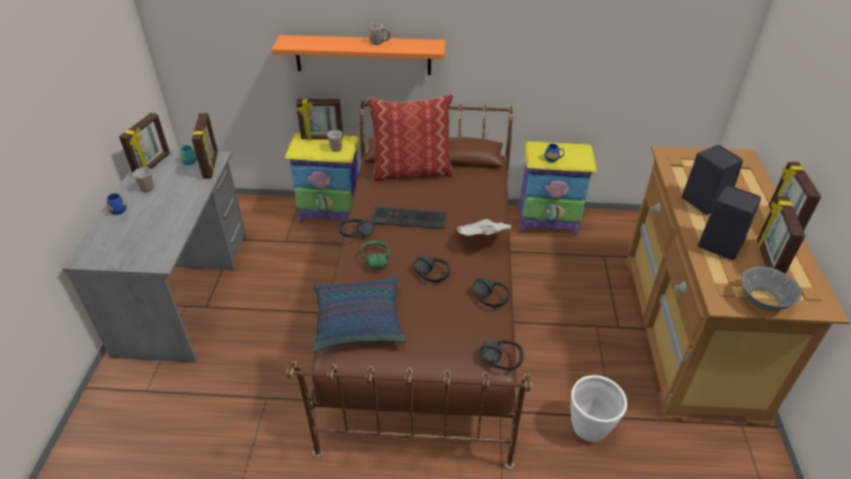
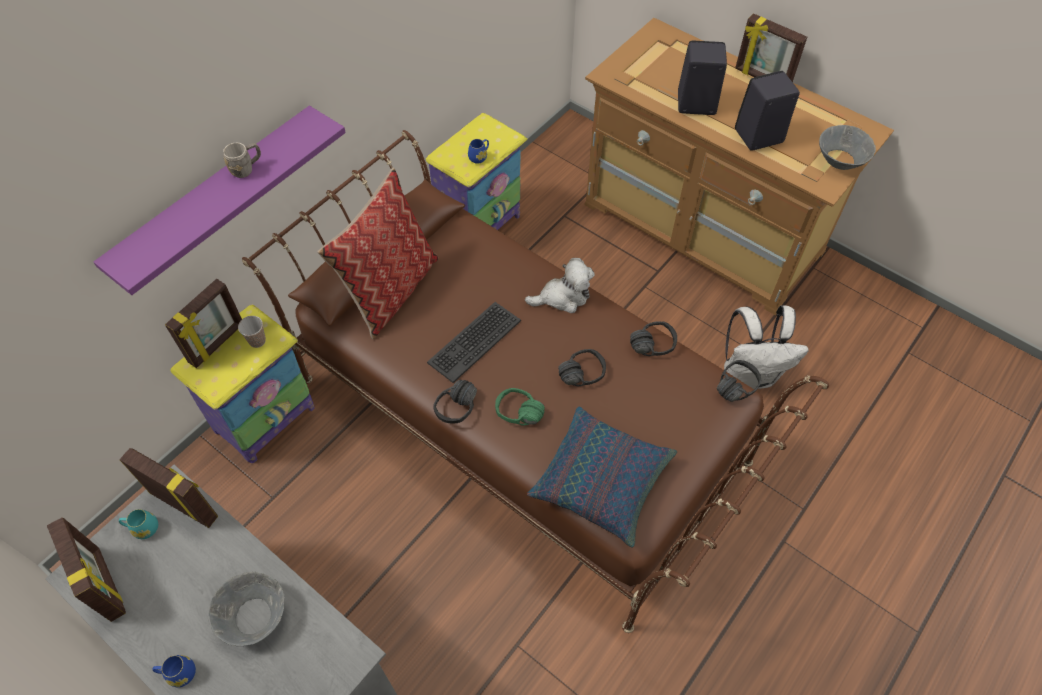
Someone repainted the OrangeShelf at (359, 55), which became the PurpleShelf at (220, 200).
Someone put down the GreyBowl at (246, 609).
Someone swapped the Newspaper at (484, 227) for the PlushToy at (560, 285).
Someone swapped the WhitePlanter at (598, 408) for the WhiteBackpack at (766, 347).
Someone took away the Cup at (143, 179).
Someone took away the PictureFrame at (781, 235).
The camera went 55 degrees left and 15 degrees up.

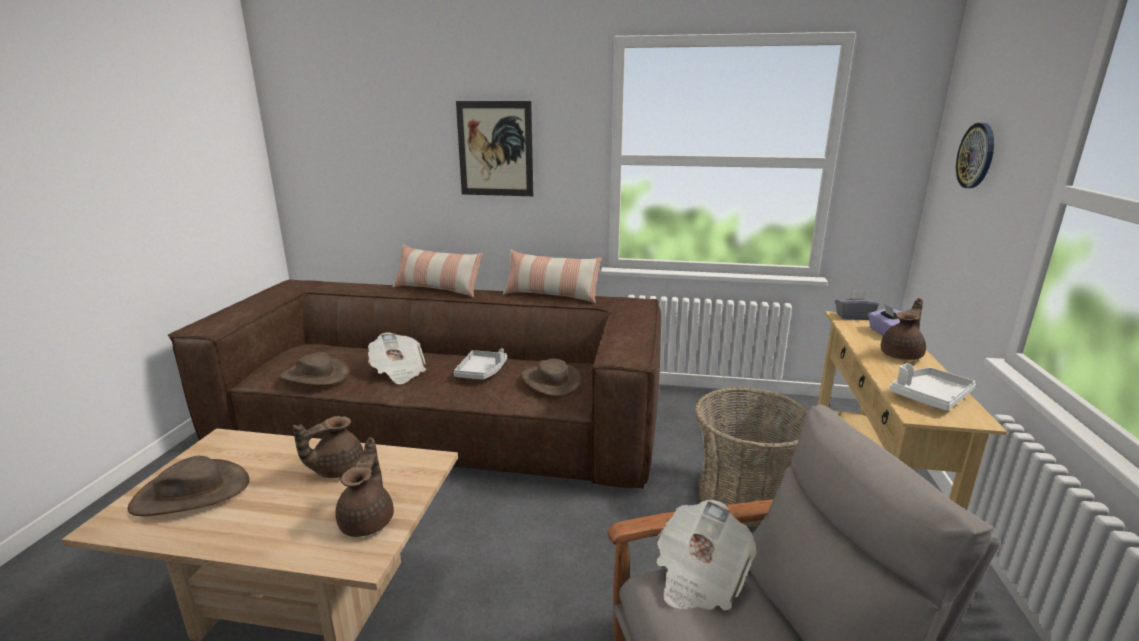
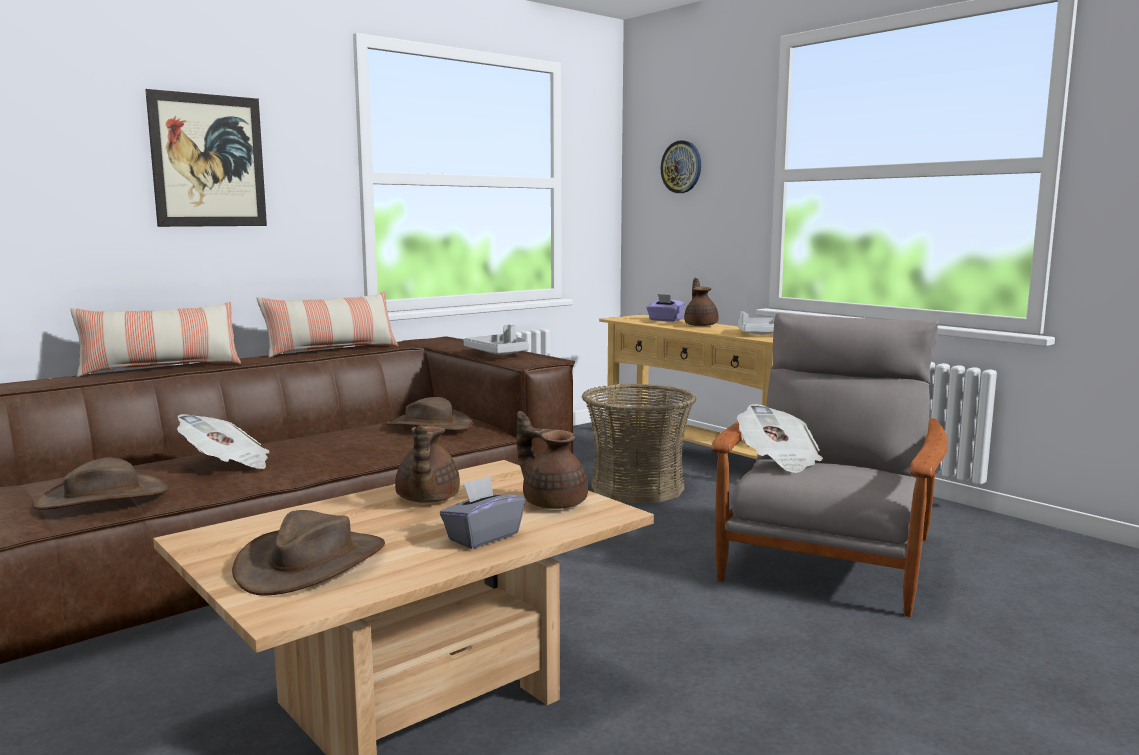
Someone carried the GreyTissueBox from (857, 305) to (482, 512).
Someone carried the GreyTray from (480, 364) to (496, 339).
The camera went 50 degrees left and 10 degrees down.

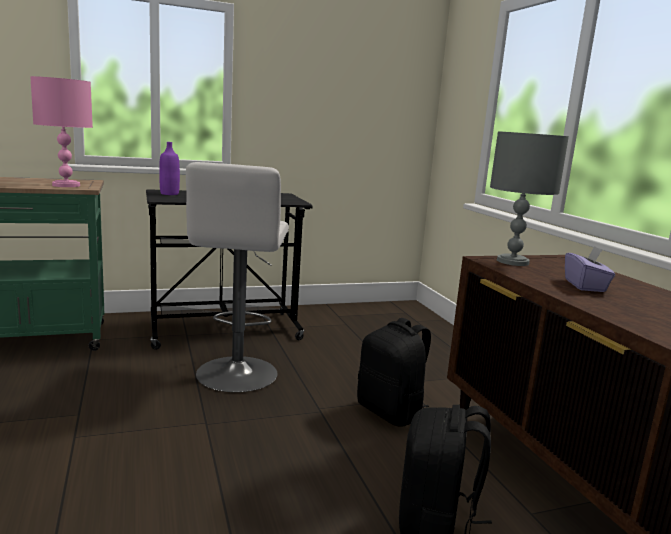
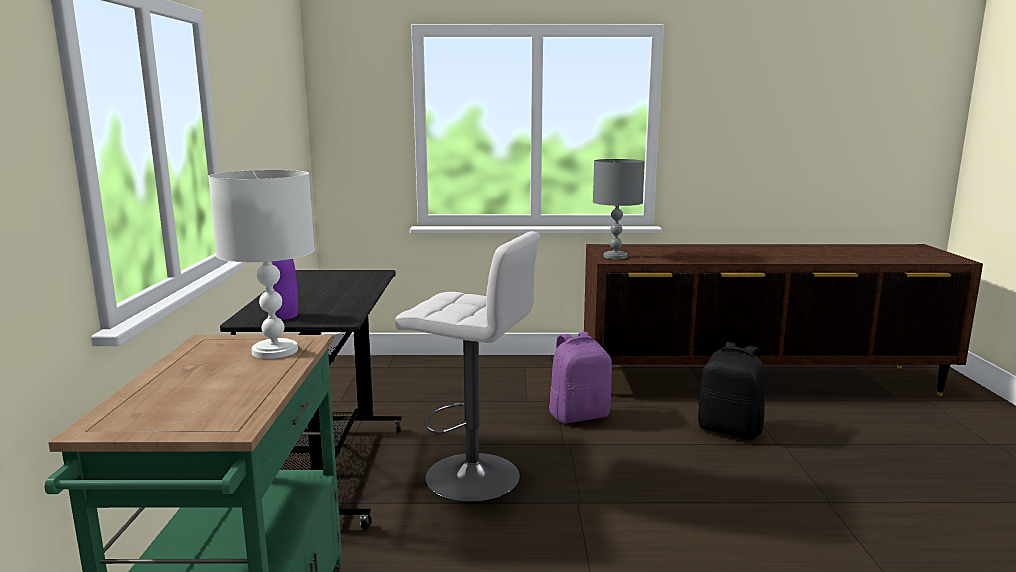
Someone repainted the PinkTableLamp at (61, 131), which became the WhiteTableLamp at (261, 264).
Someone repainted the BlackBackpack at (394, 372), which became the PurpleBackpack at (580, 377).
Someone took away the PurpleTissueBox at (590, 269).
The camera went 70 degrees left and 0 degrees up.

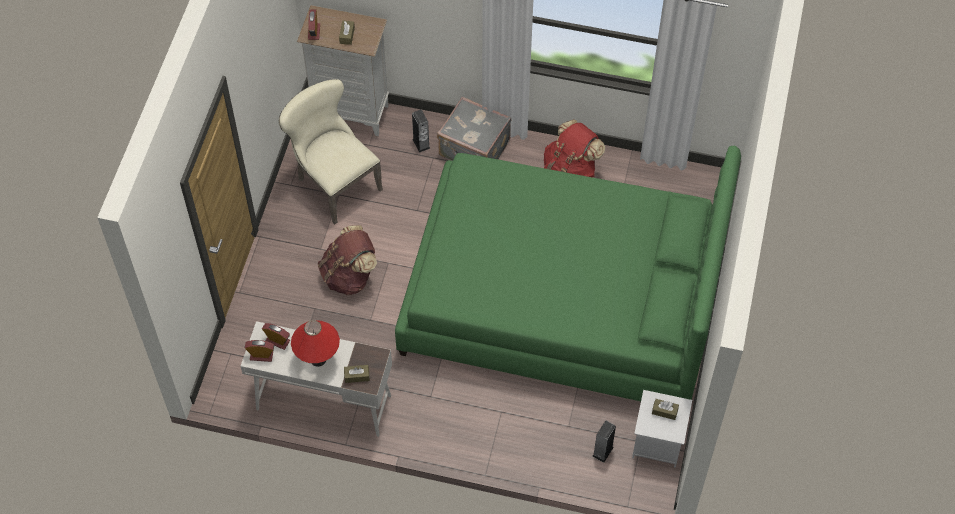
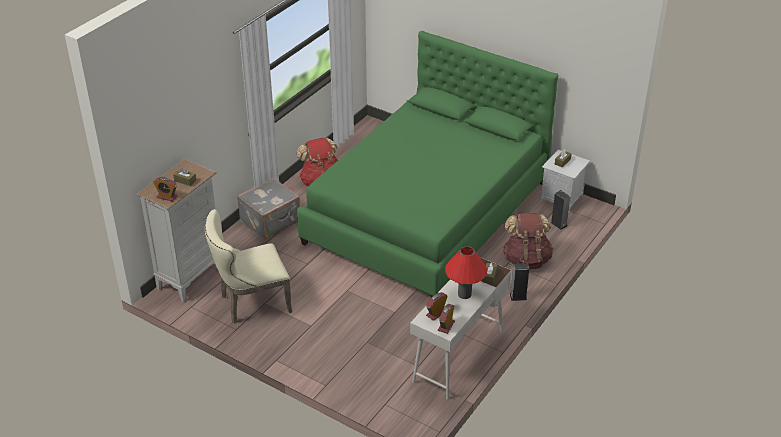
Someone carried the BrownBackpack from (347, 260) to (528, 241).
Someone carried the Speaker from (421, 131) to (519, 282).
The camera went 70 degrees left and 20 degrees down.

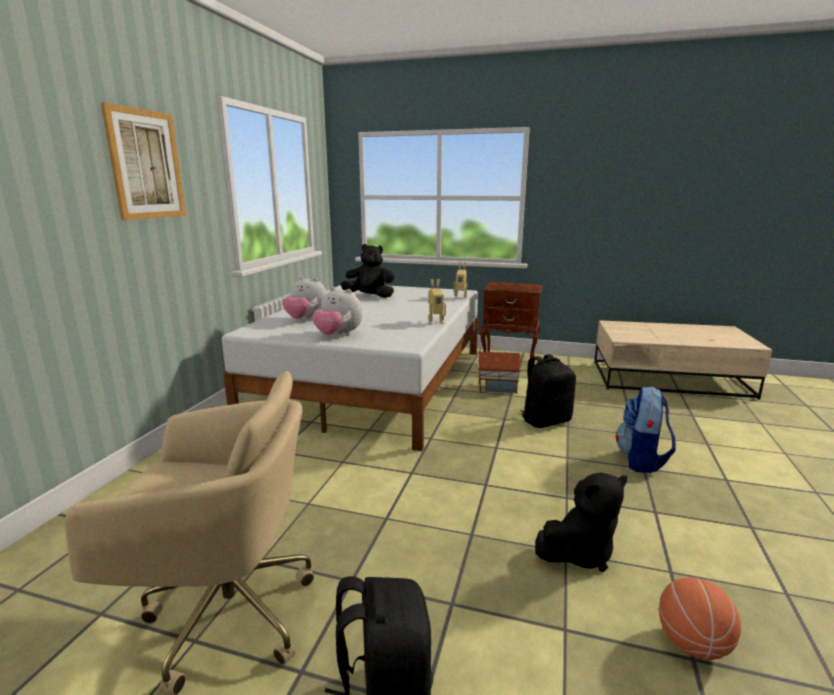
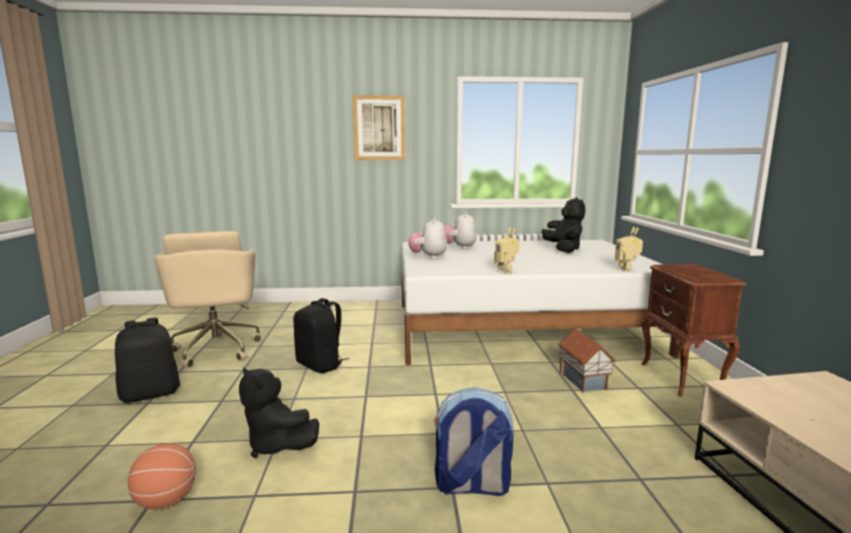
Someone carried the BlackBackpack from (548, 391) to (321, 335).
The camera went 70 degrees right and 5 degrees down.

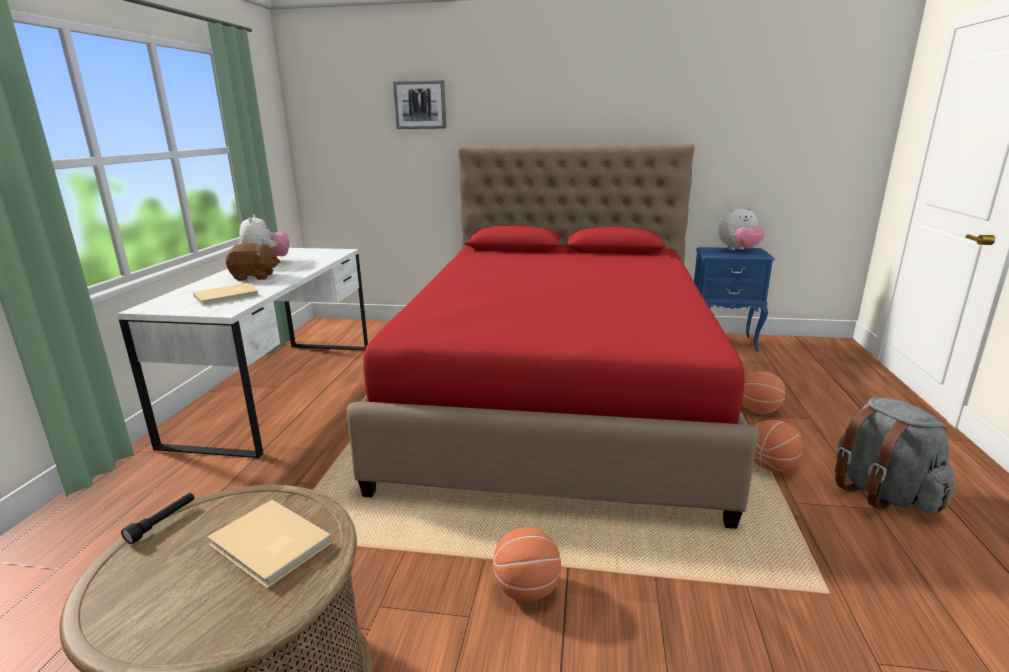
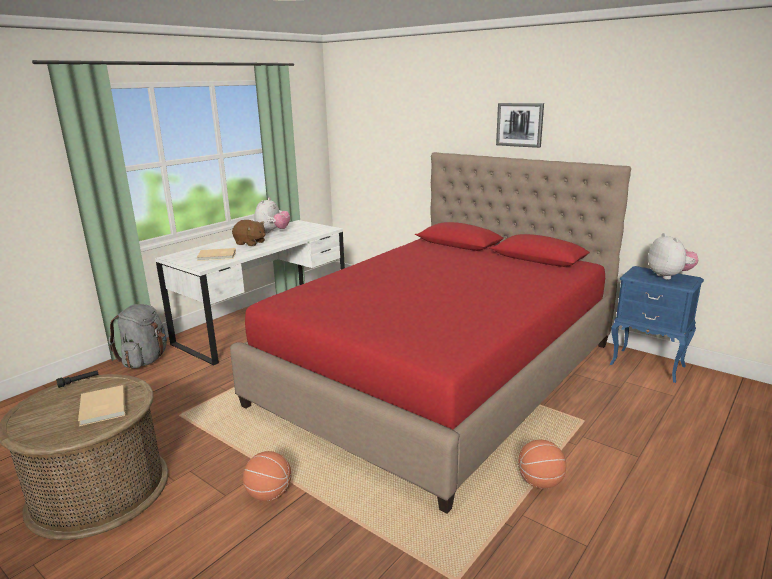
Someone carried the GreyBackpack from (895, 455) to (138, 336).
Someone carried the Picture from (419, 104) to (520, 125).
Someone rotated the PlushToy at (741, 228) by 120 degrees counterclockwise.
Someone took away the Basketball at (763, 392).
The camera went 30 degrees right and 0 degrees up.

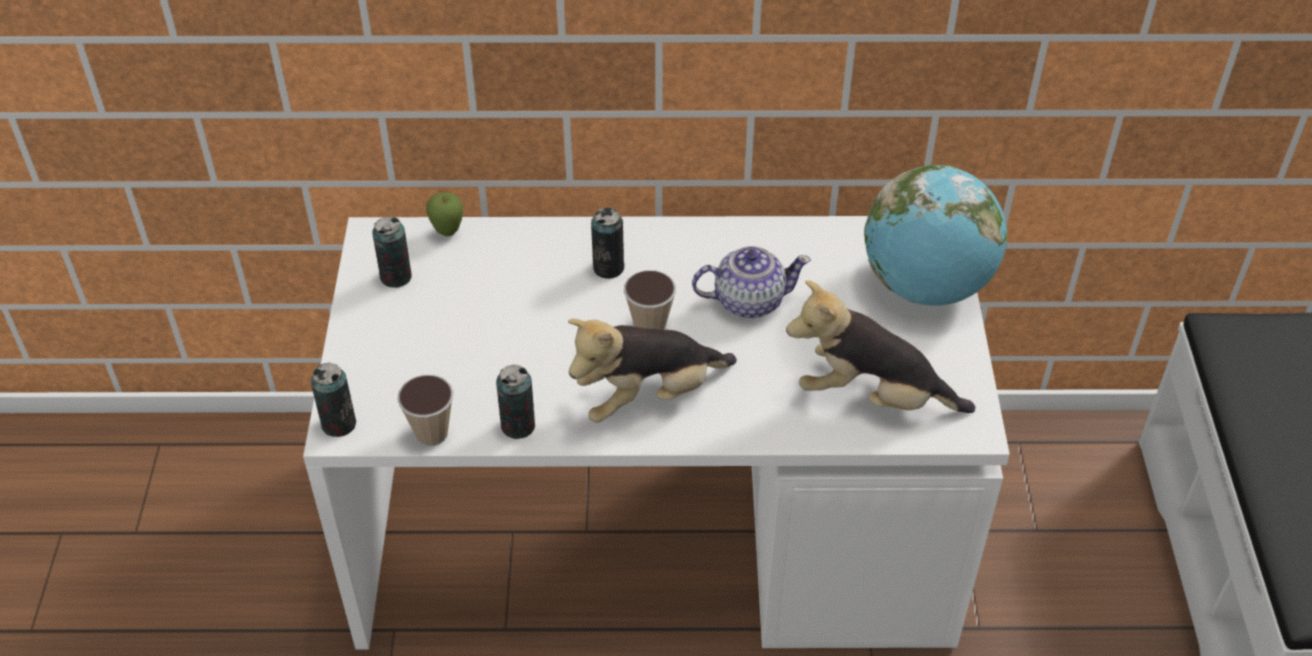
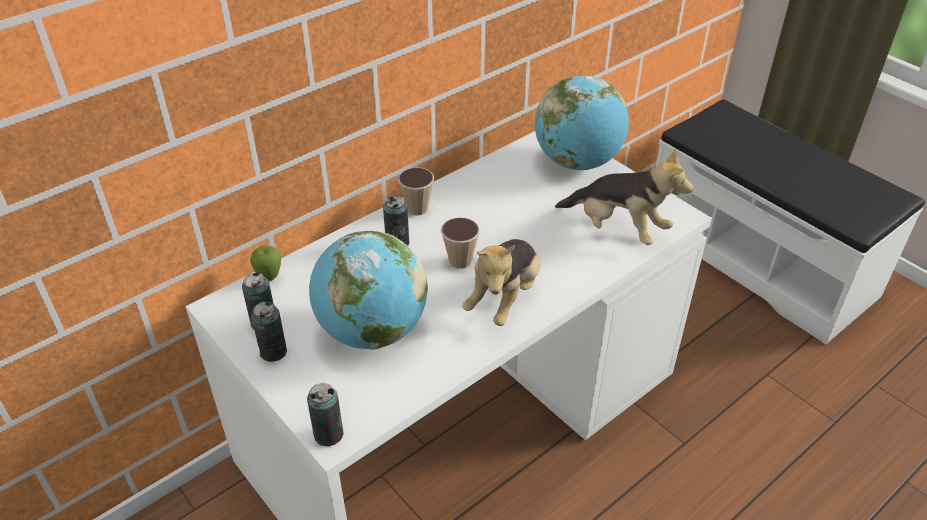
Someone carried the Can from (515, 402) to (269, 331).
Someone put down the Globe at (368, 290).
Someone carried the Cup from (425, 410) to (416, 191).
Someone rotated the PlushToy at (880, 346) by 120 degrees counterclockwise.
Someone took away the Teapot at (751, 282).
The camera went 40 degrees left and 5 degrees down.

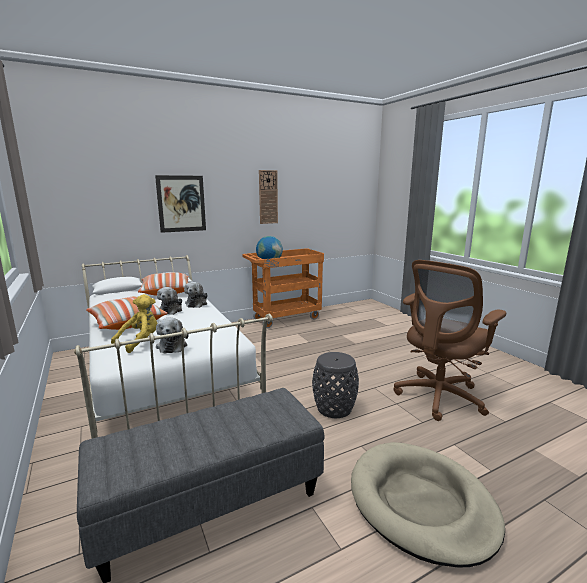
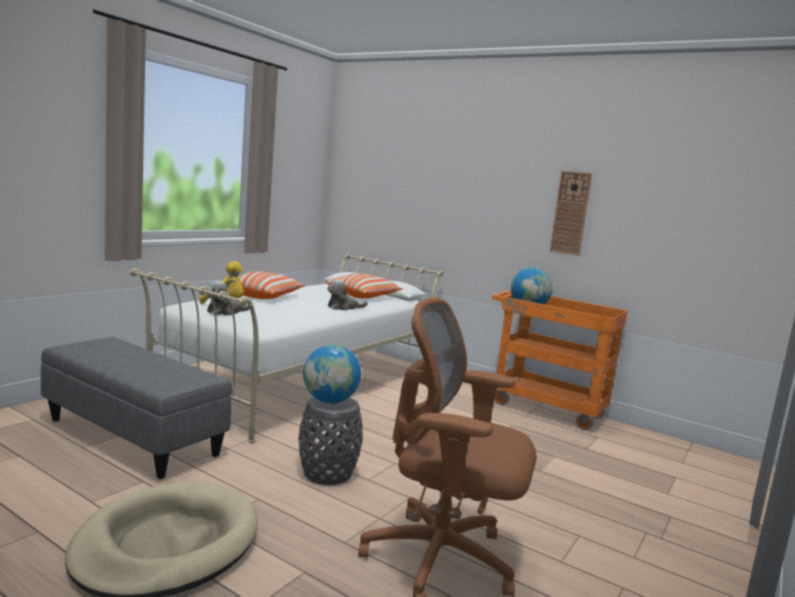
Someone put down the Globe at (332, 374).
Someone took away the Picture at (180, 204).
Someone took away the PlushToy at (169, 301).
The camera went 60 degrees right and 5 degrees down.

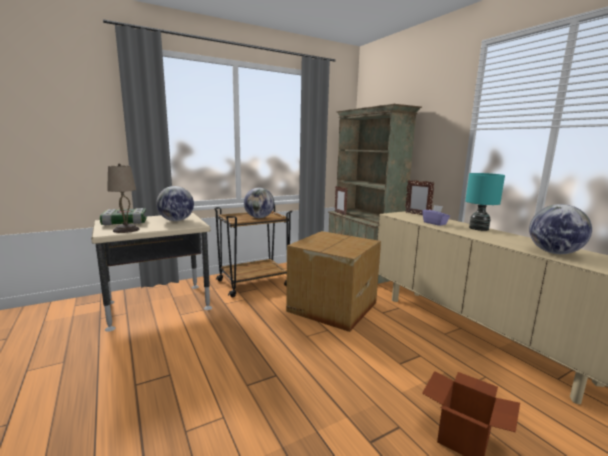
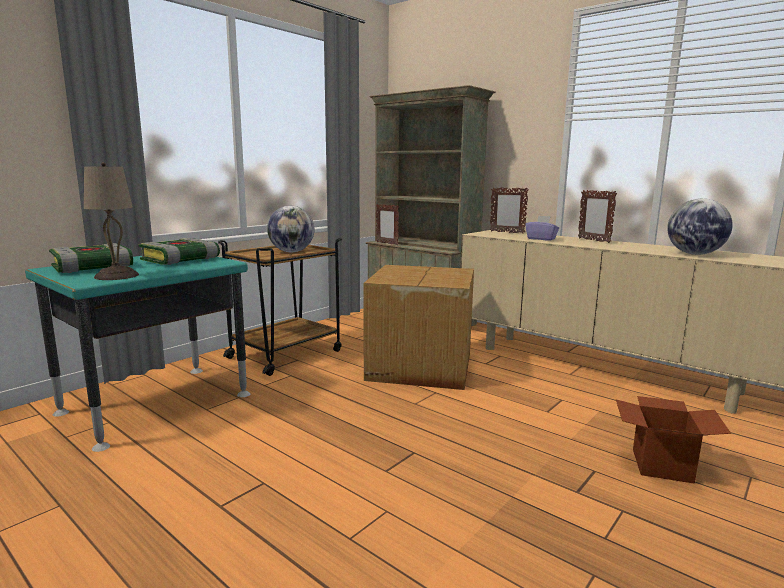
Someone repainted the BeigeDesk at (151, 272), which became the TurquoiseDesk at (137, 354).
Someone swapped the Globe at (175, 203) for the Book at (179, 251).
Someone swapped the TurquoiseTableLamp at (485, 202) for the PictureFrame at (597, 216).
The camera went 20 degrees left and 0 degrees up.

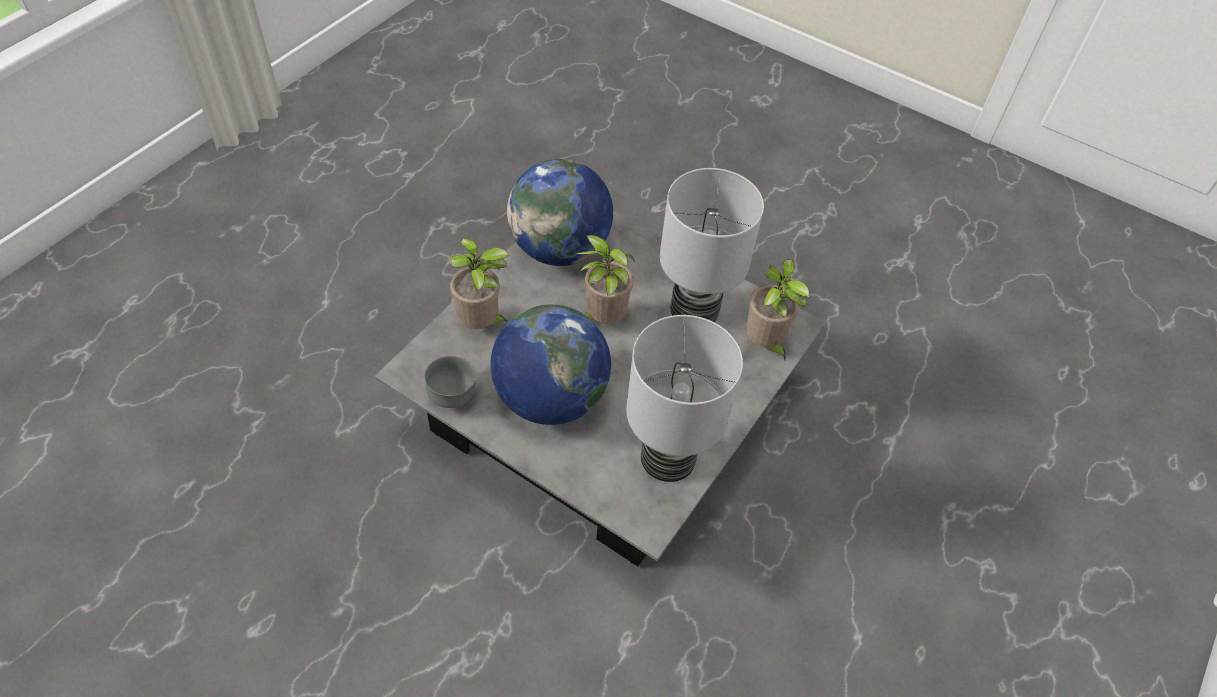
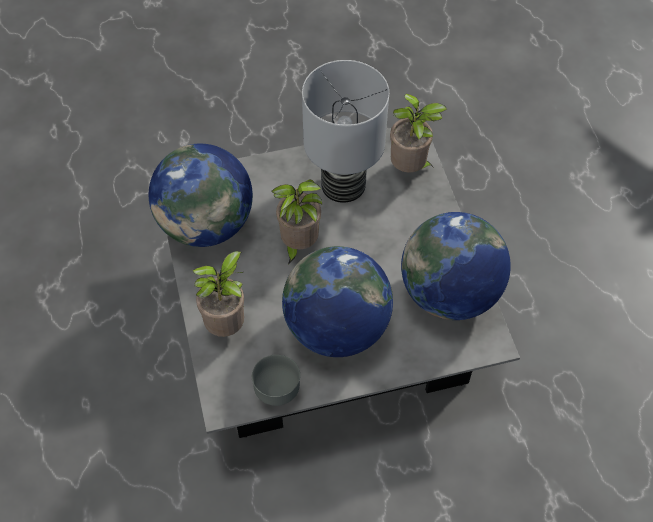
Someone swapped the GreyTableLamp at (684, 398) for the Globe at (456, 266).
The camera went 45 degrees left and 5 degrees up.

